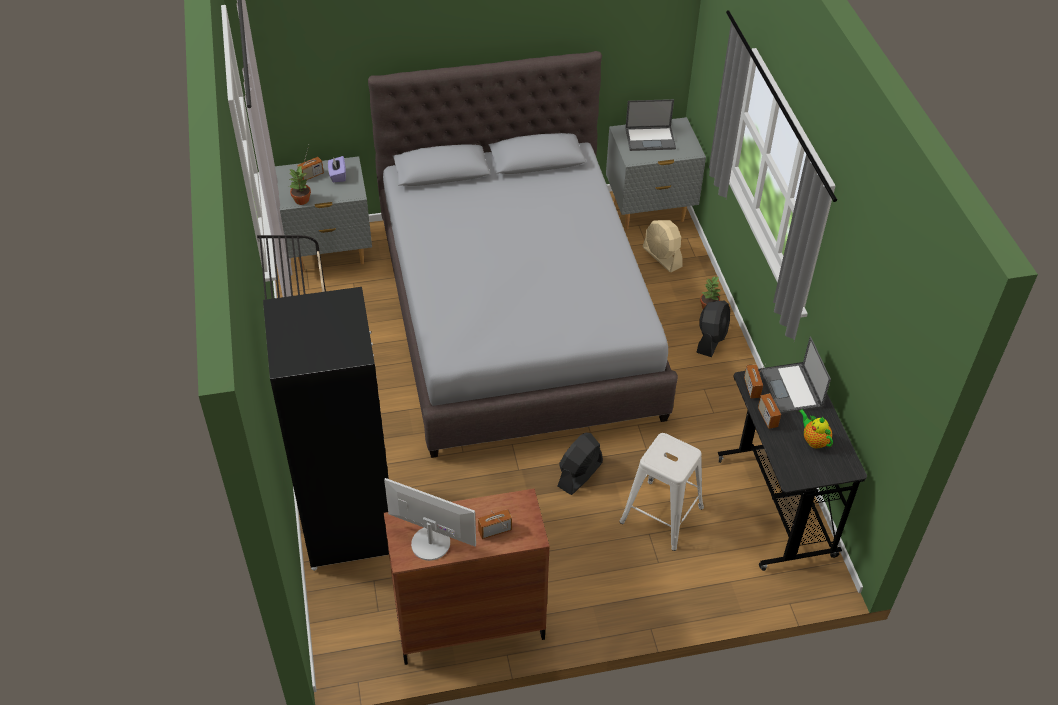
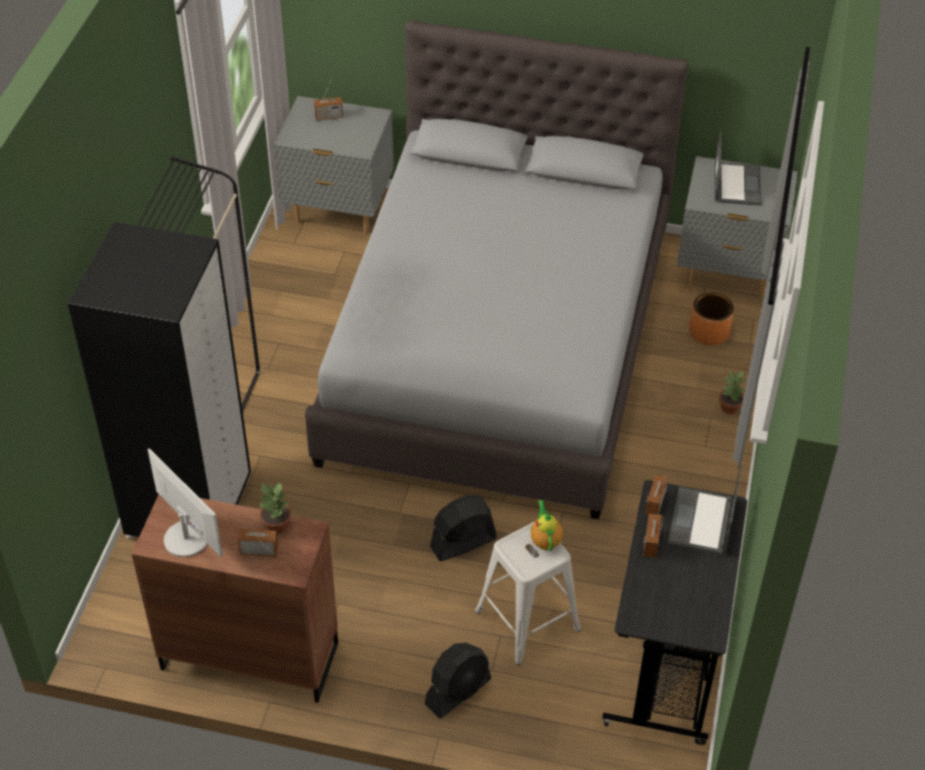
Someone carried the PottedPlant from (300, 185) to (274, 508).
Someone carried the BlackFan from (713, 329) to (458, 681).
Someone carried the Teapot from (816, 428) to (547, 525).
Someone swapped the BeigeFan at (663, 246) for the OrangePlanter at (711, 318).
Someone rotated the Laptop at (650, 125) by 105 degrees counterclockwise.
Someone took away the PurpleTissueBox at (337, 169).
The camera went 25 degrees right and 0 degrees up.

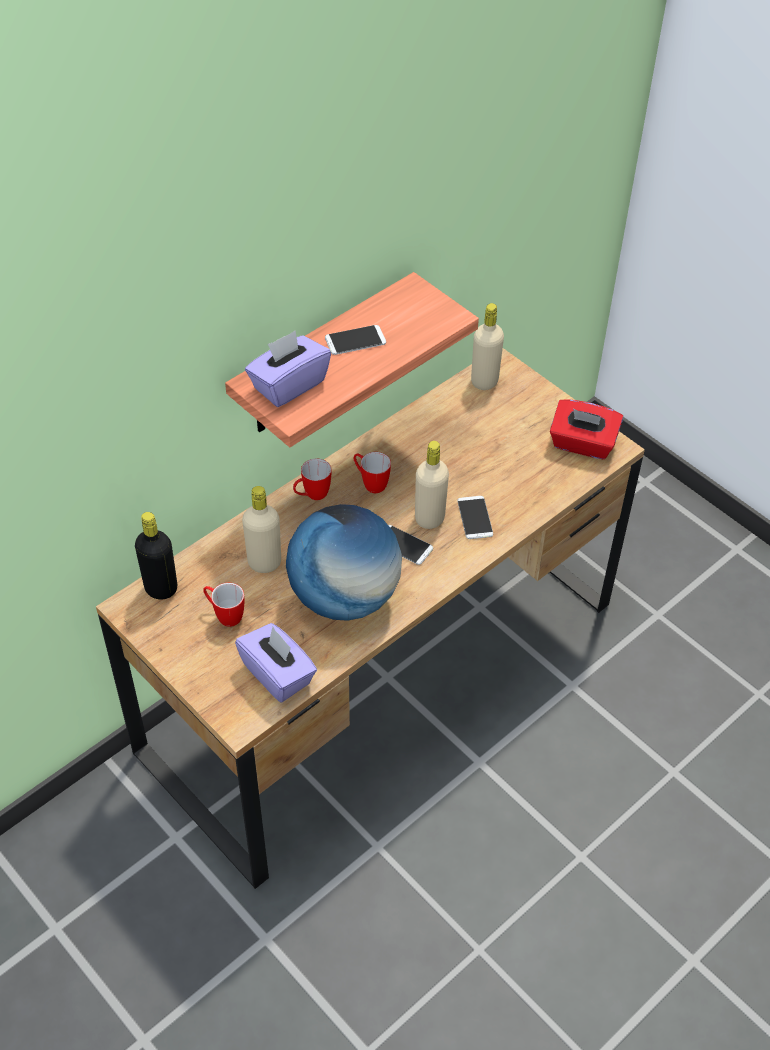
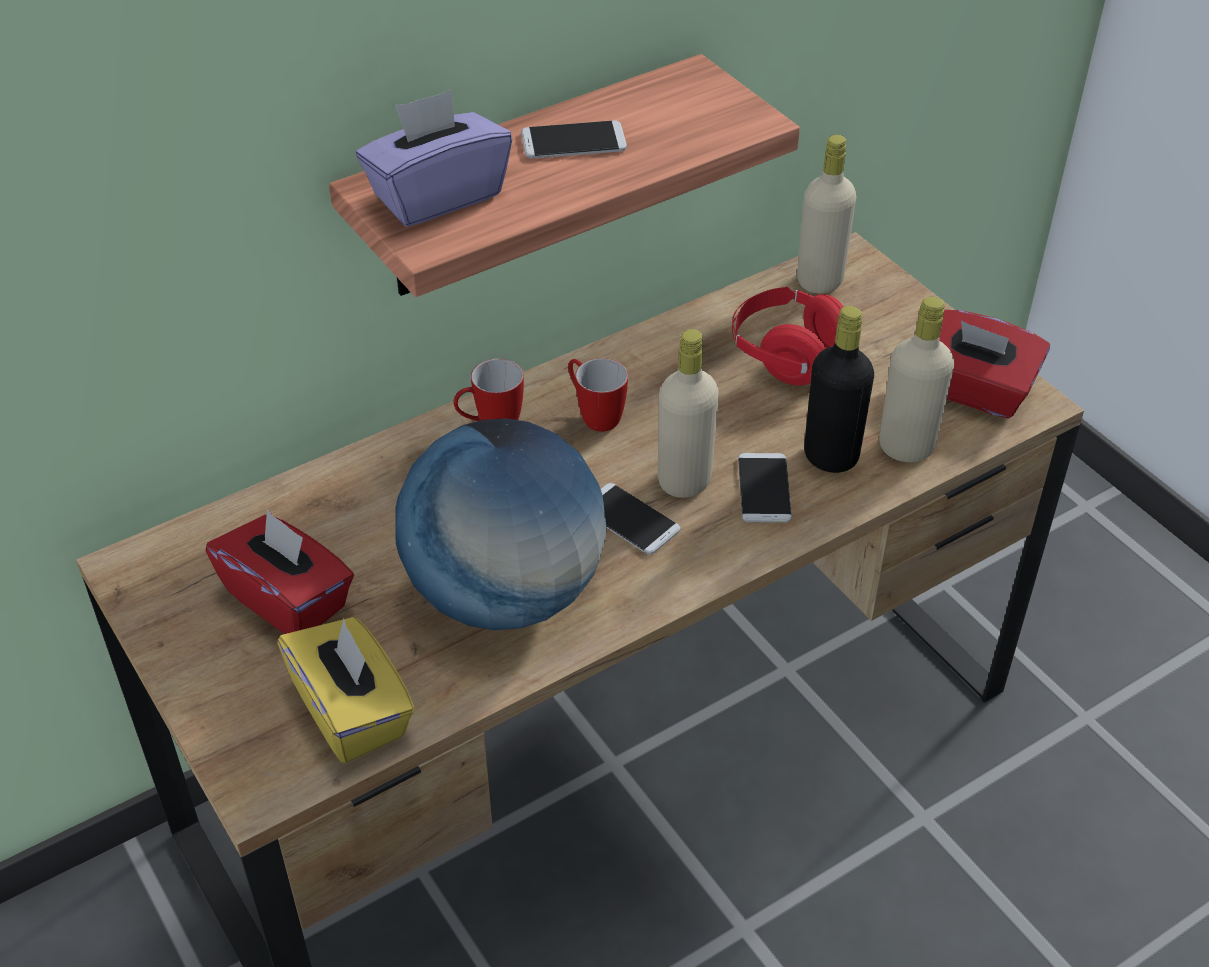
Someone swapped the Mug at (223, 605) for the RedTissueBox at (280, 571).
Someone repainted the PurpleTissueBox at (276, 662), which became the YellowTissueBox at (346, 690).
Someone put down the RedHeadphones at (788, 336).
Someone carried the BlackBottle from (156, 556) to (839, 389).
Someone carried the BeigeBottle from (261, 529) to (916, 379).
The camera went 10 degrees right and 5 degrees down.

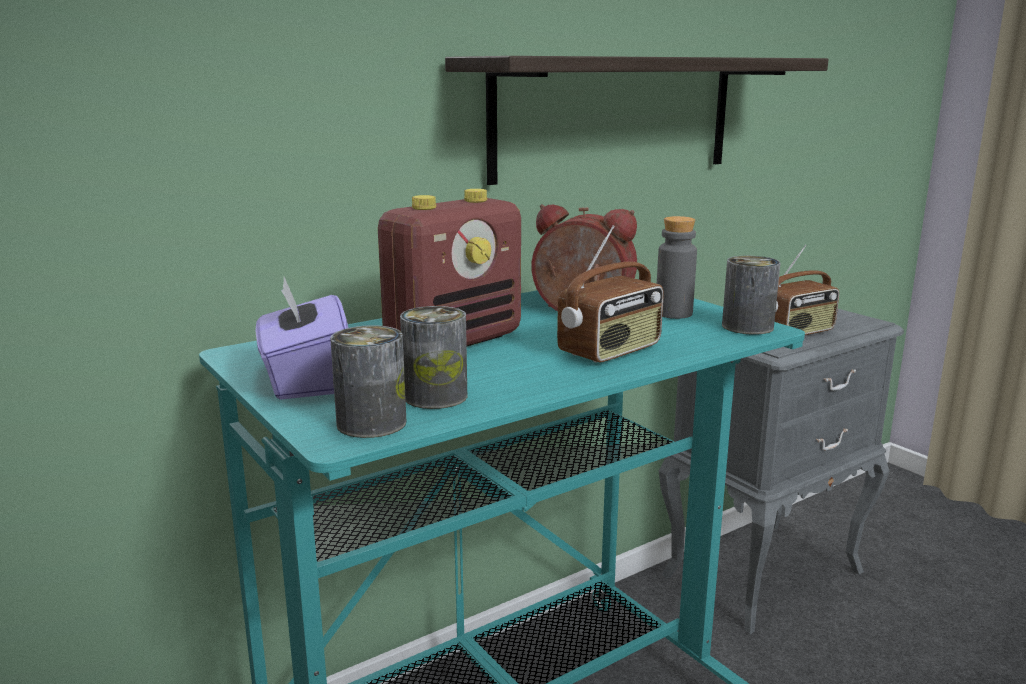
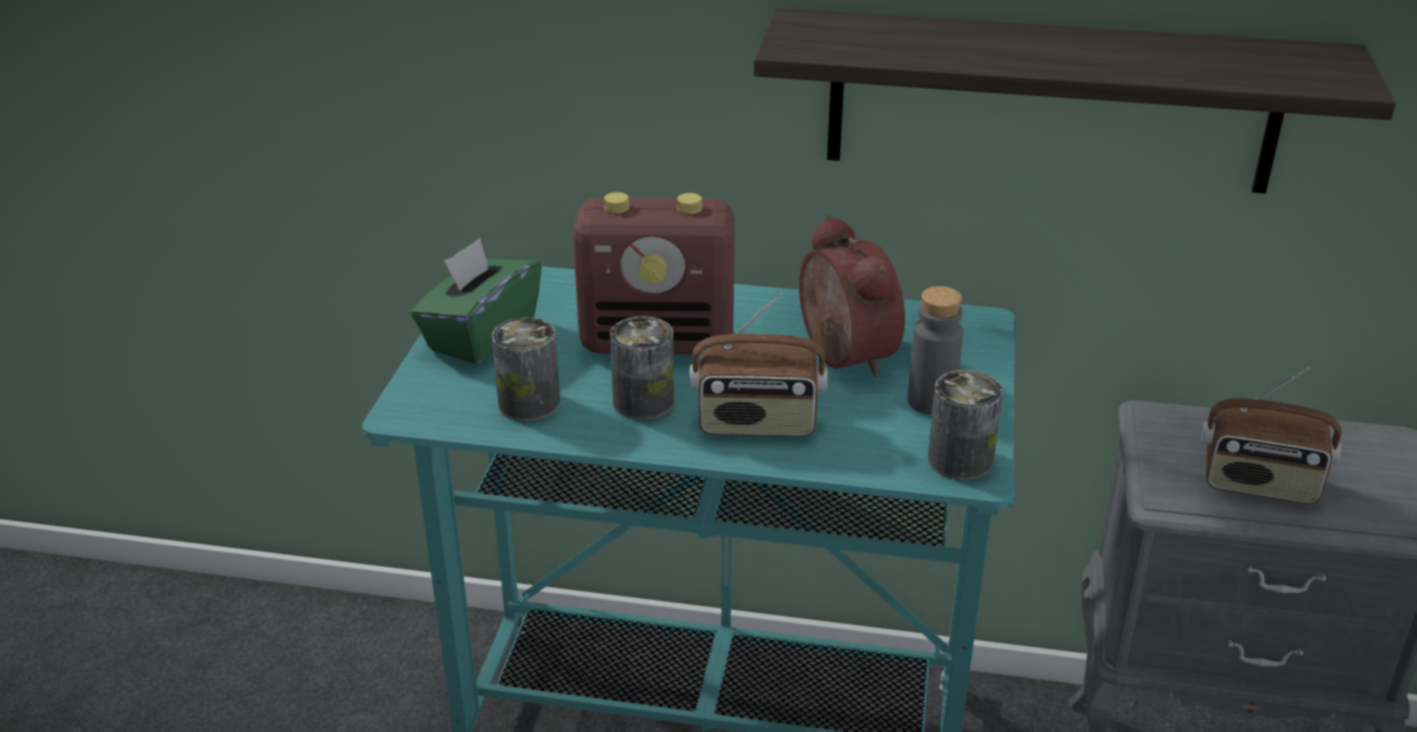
Someone repainted the PurpleTissueBox at (302, 338), which became the GreenTissueBox at (476, 301).
Someone carried the Can from (368, 381) to (642, 368).
The camera went 45 degrees right and 15 degrees up.

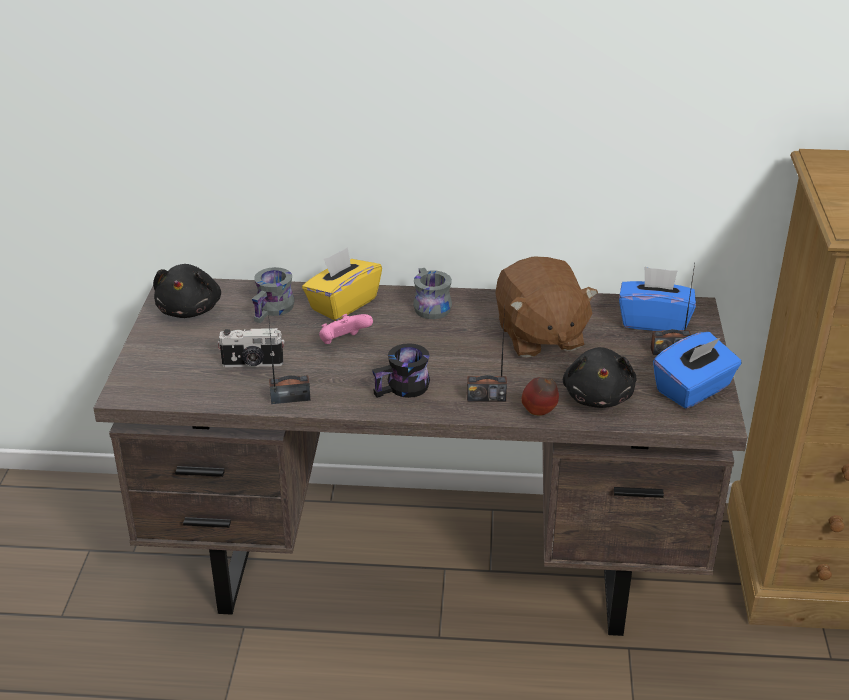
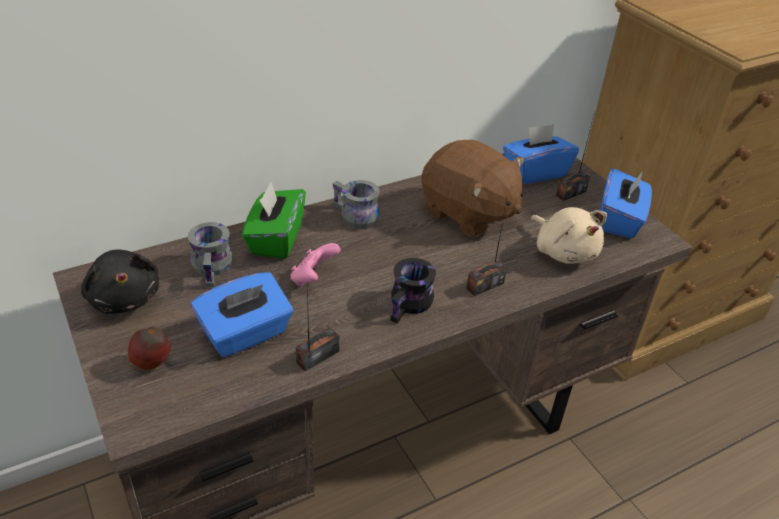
Someone carried the Apple from (540, 396) to (149, 348).
Someone swapped the PhotoCamera at (251, 347) for the BlueTissueBox at (242, 315).
Someone repainted the YellowTissueBox at (342, 284), which became the GreenTissueBox at (274, 221).
Someone repainted the BlackPlushToy at (599, 377), which became the BeigePlushToy at (568, 235).
The camera went 35 degrees left and 5 degrees up.

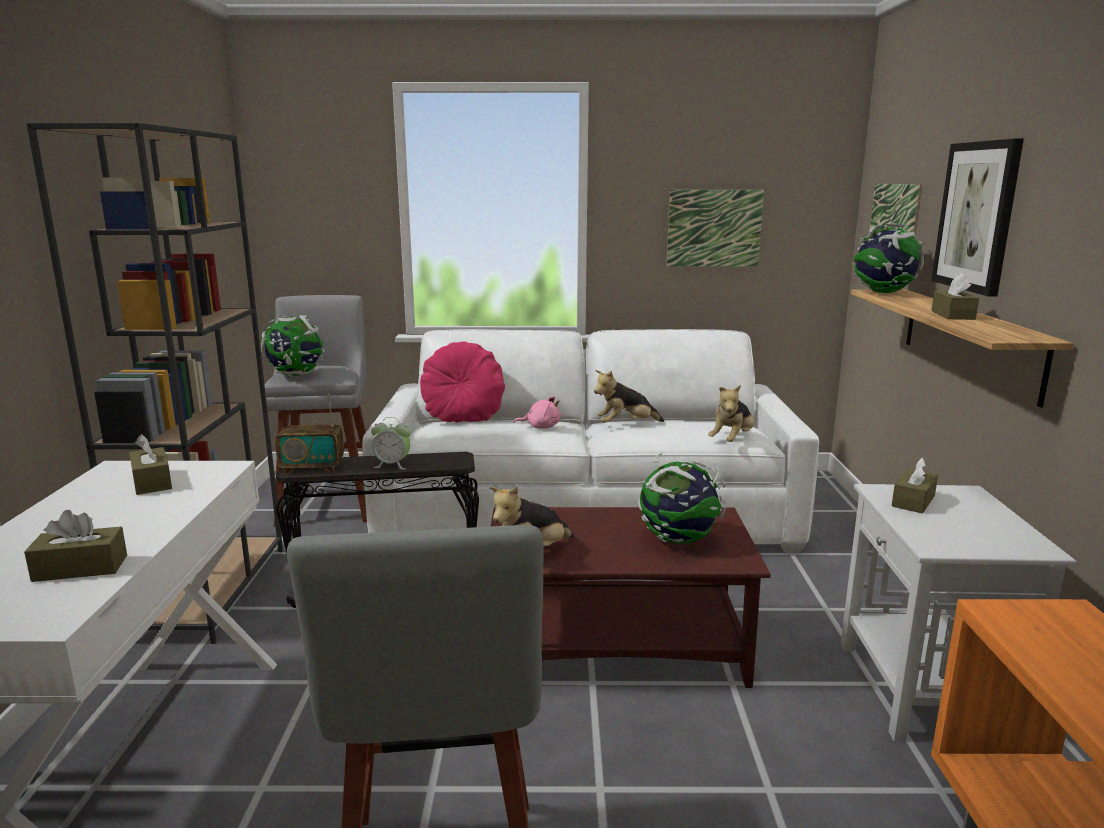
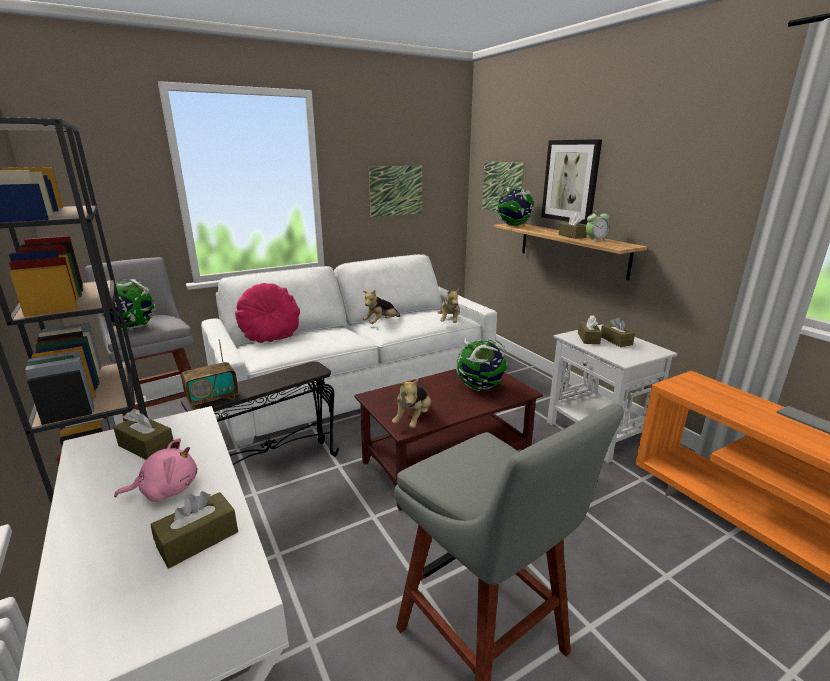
Someone carried the PinkPlushToy from (537, 412) to (155, 470).
Someone carried the AlarmClock from (391, 443) to (598, 226).
Someone put down the BrownTissueBox at (618, 332).
The camera went 30 degrees left and 5 degrees up.

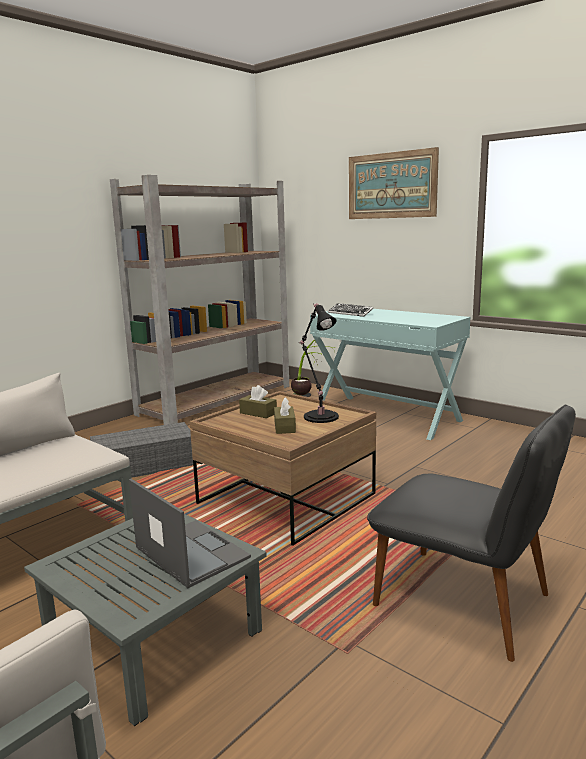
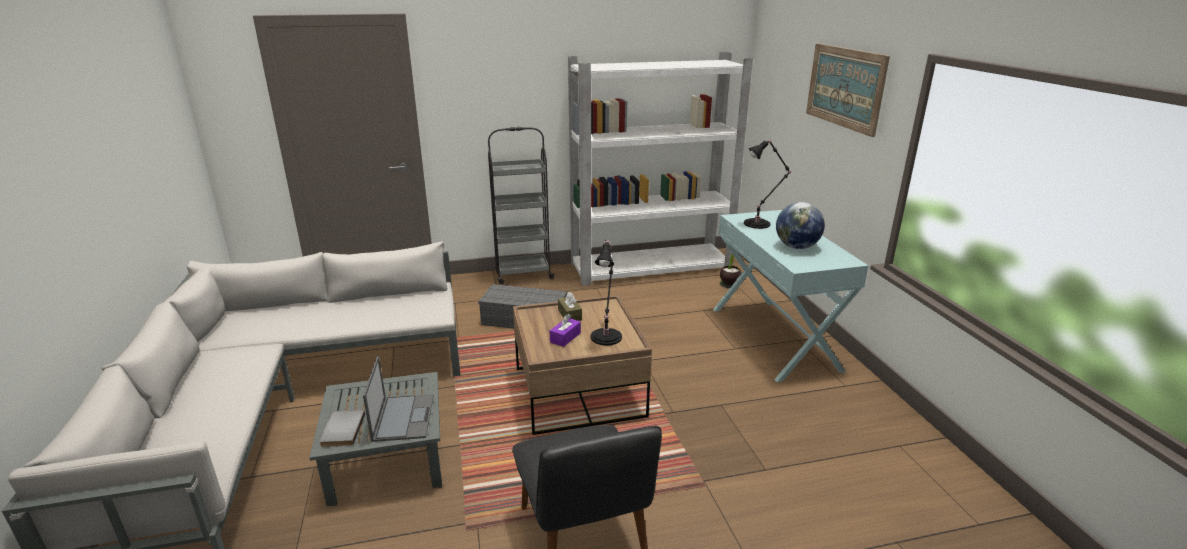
Someone put down the GreyBook at (342, 428).
Someone put down the GreyCart at (522, 205).
Someone repainted the BrownTissueBox at (285, 415), which became the PurpleTissueBox at (565, 330).
Someone repainted the BrownBookcase at (199, 300), which became the WhiteBookcase at (660, 169).
Someone swapped the Keyboard at (351, 310) for the BlackTableLamp at (767, 184).
Someone put down the Globe at (800, 225).
The camera went 35 degrees right and 10 degrees up.

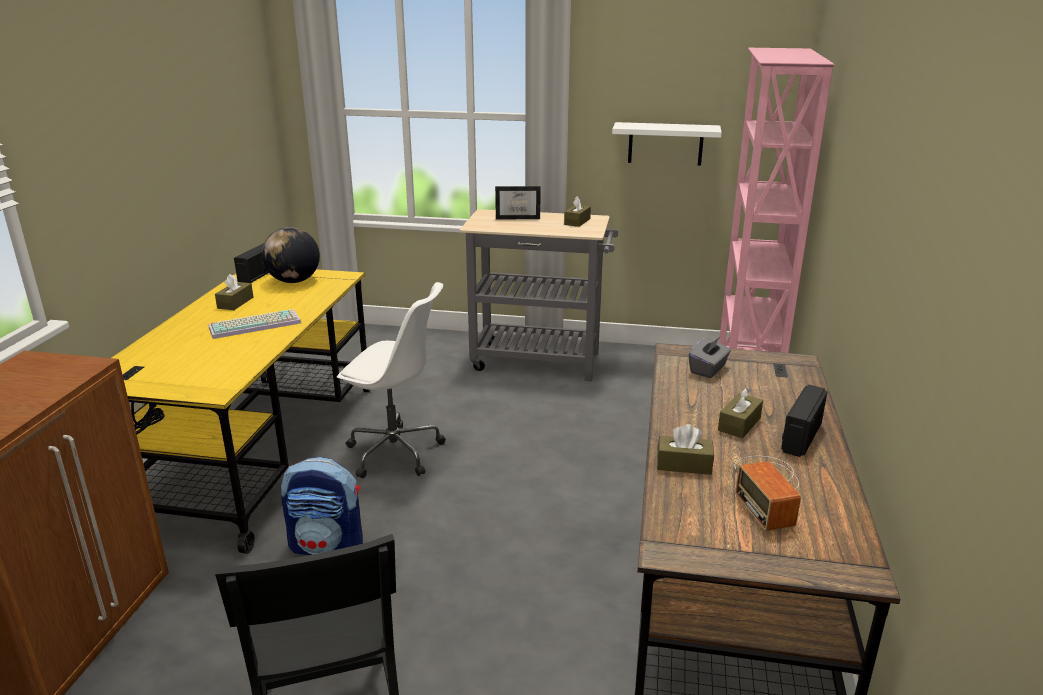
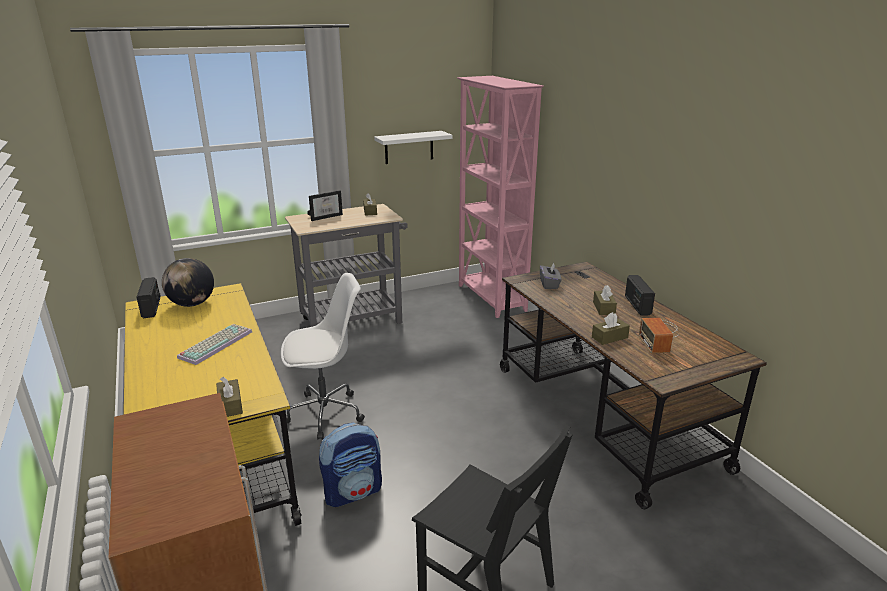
Someone carried the BrownTissueBox from (234, 292) to (229, 397).
Someone rotated the Radio at (767, 493) by 45 degrees clockwise.
The camera went 35 degrees left and 0 degrees up.

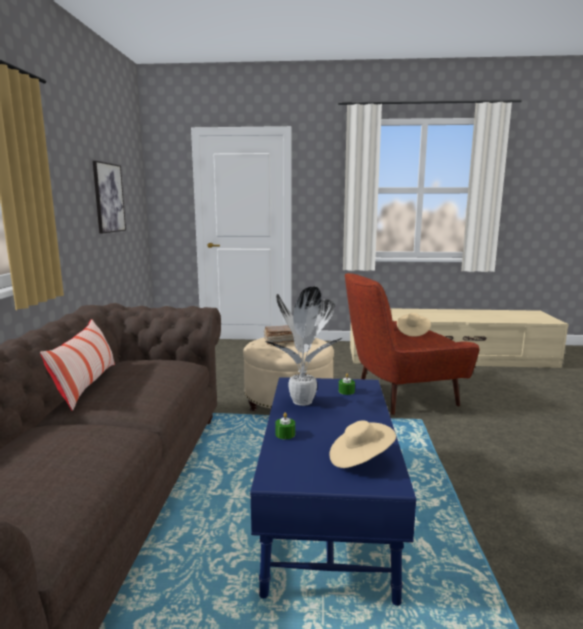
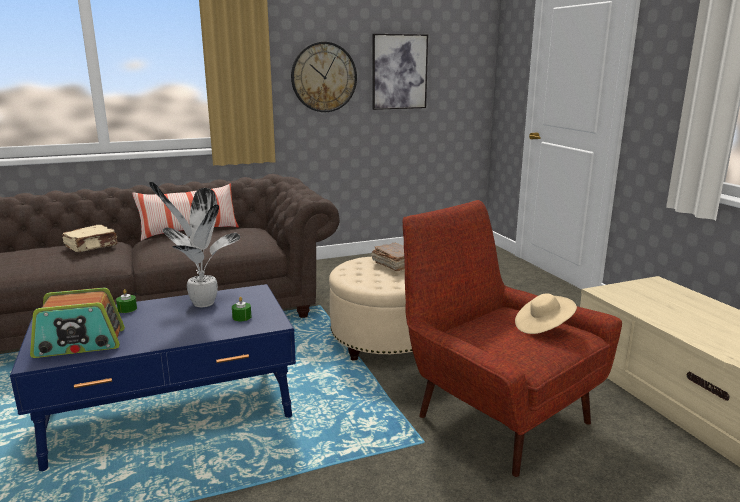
Someone swapped the BeigeHat at (363, 444) for the Radio at (77, 323).
Someone put down the BeigeBook at (89, 238).
Someone put up the WallClock at (324, 77).
The camera went 65 degrees right and 5 degrees up.

